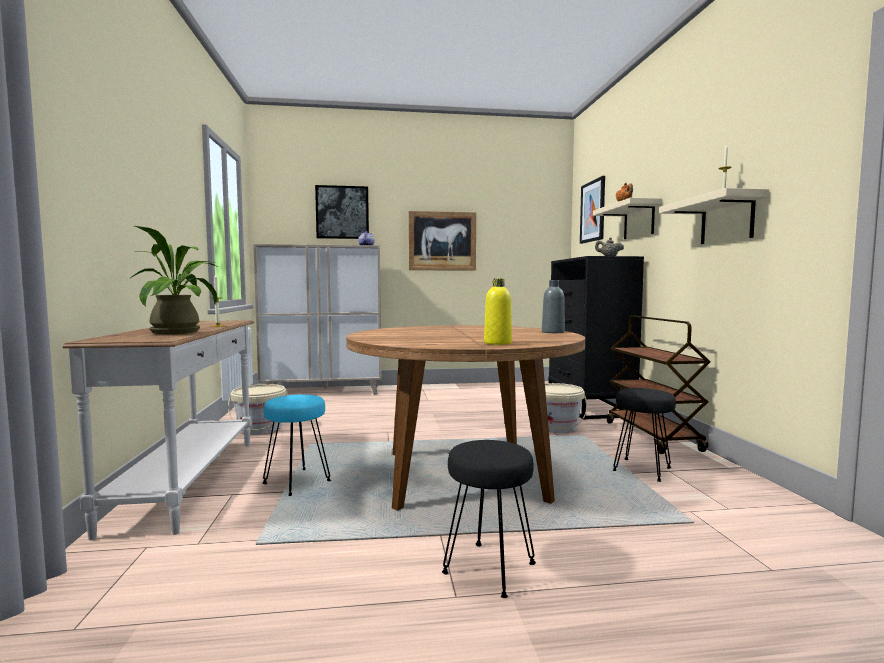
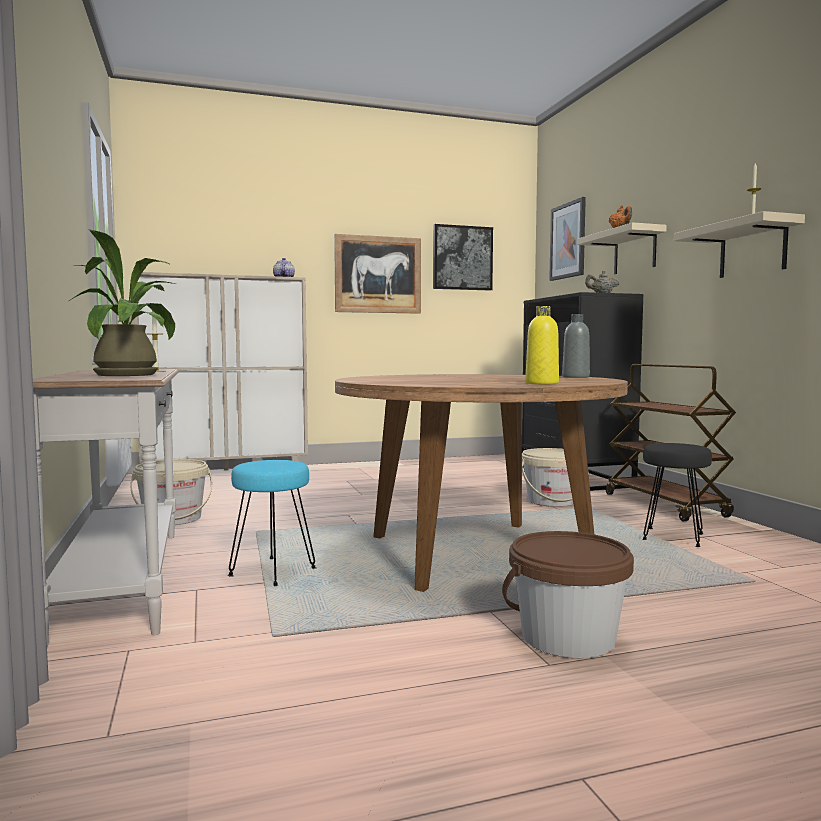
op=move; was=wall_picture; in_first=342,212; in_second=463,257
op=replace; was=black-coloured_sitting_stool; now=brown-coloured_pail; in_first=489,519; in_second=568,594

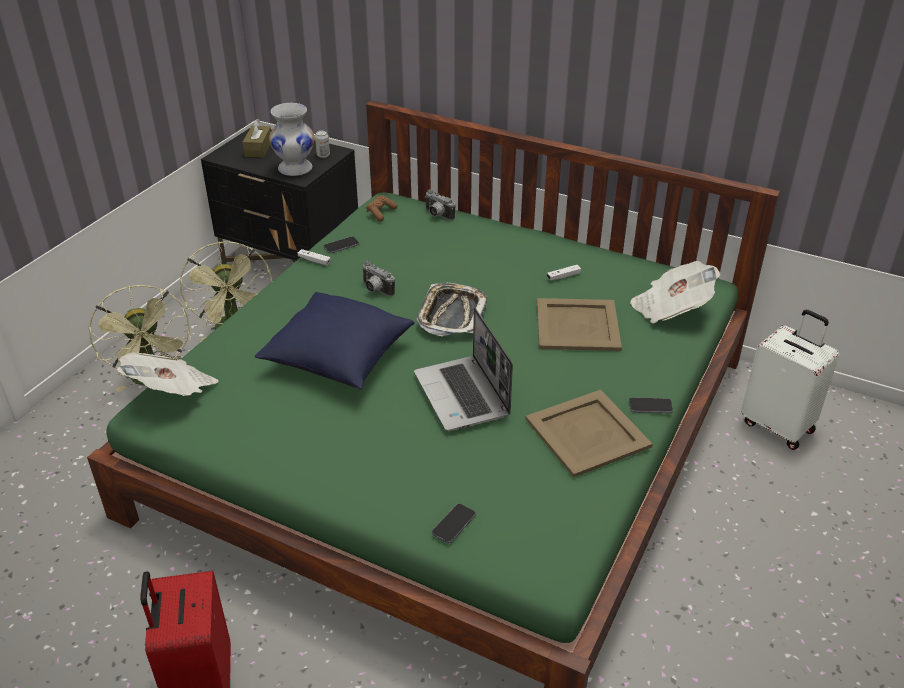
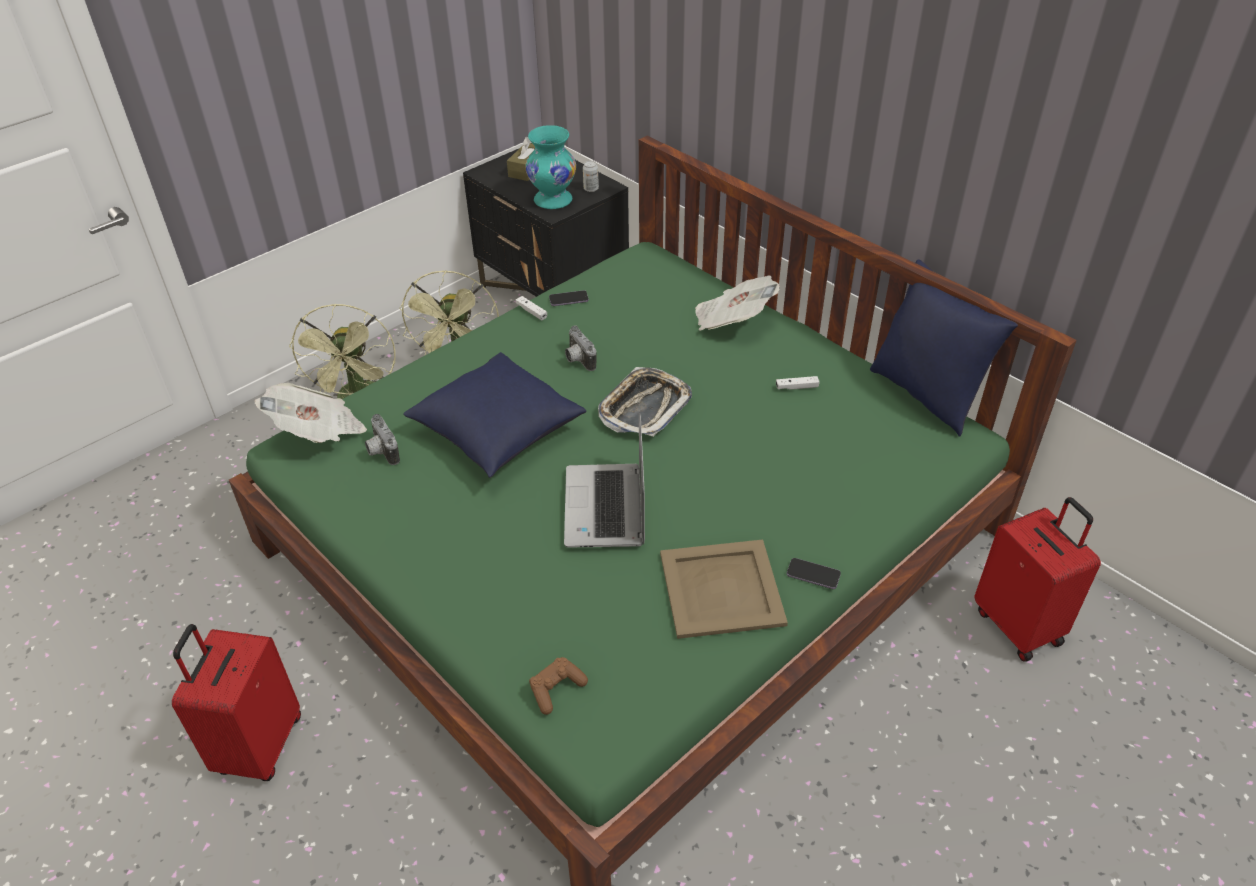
op=delete; was=telephone; in_first=454,523
op=delete; was=beige-coloured_tray; in_first=579,324
op=insert; now=blue-coloured_cushion; in_second=944,348
op=move; was=brown-coloured_joypad; in_first=381,208; in_second=558,686
op=move; was=still_camera; in_first=440,204; in_second=382,439
op=move; was=newspaper; in_first=675,292; in_second=737,303
op=recolor; was=white-coloured_decorative_vase; now=turquoise-coloured_decorative_vase; in_first=292,139; in_second=551,167
op=recolor; was=white-coloured_travel_case; now=reddish_travel_case; in_first=790,380; in_second=1038,579

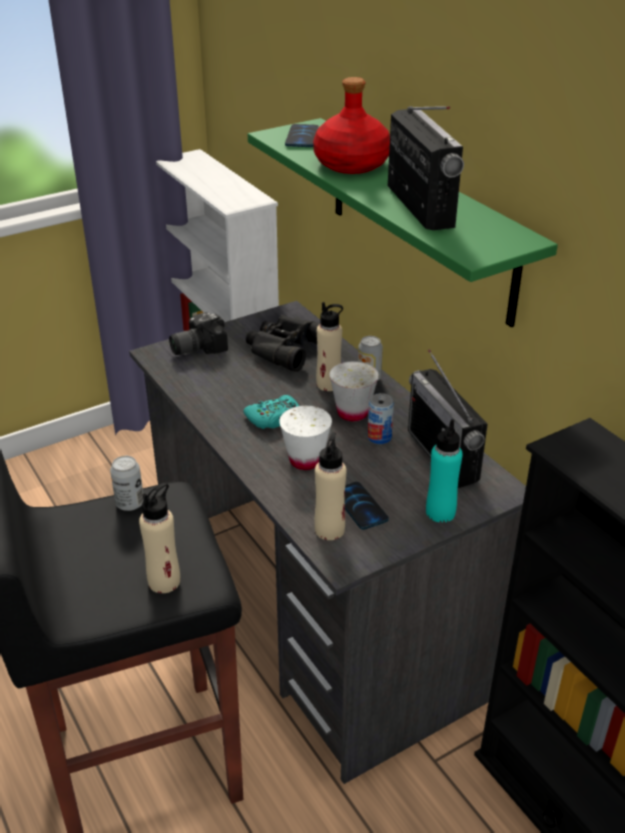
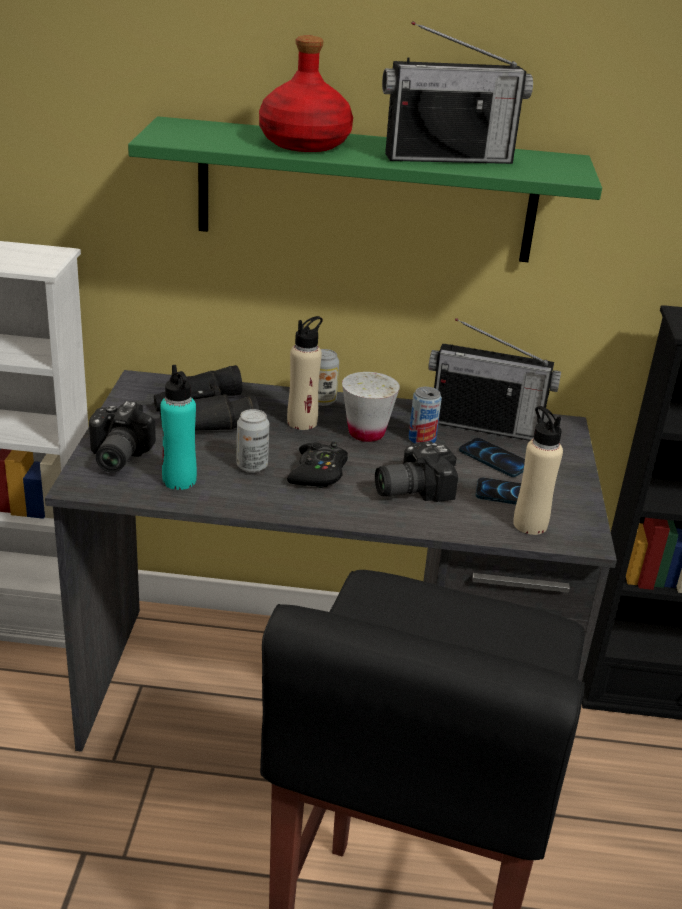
op=delete; was=beige-coloured_drink_bottle; in_first=159,538
op=move; was=metal_can; in_first=127,483; in_second=252,441
op=move; was=telephone; in_first=302,135; in_second=492,457
op=move; was=turquoise-coloured_drink_bottle; in_first=444,471; in_second=178,427
op=replace; was=white-coloured_small_cup; now=still_camera; in_first=305,438; in_second=416,471
op=recolor; was=turquoise-coloured_joypad; now=black-coloured_joypad; in_first=271,412; in_second=317,465
op=rotate; was=radio_set; in_first=426,168; in_second=457,92; clockwise=150

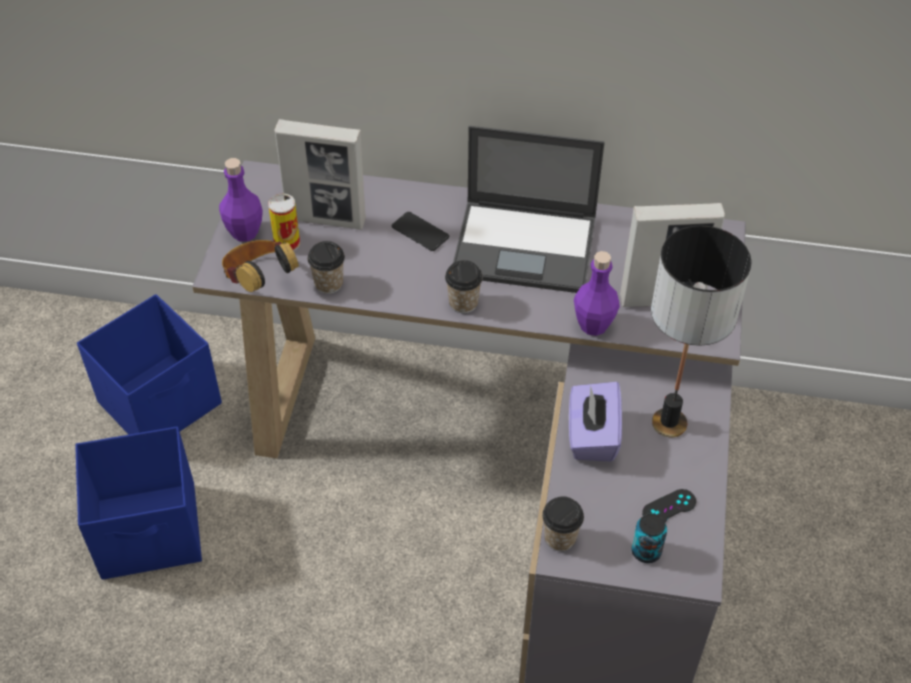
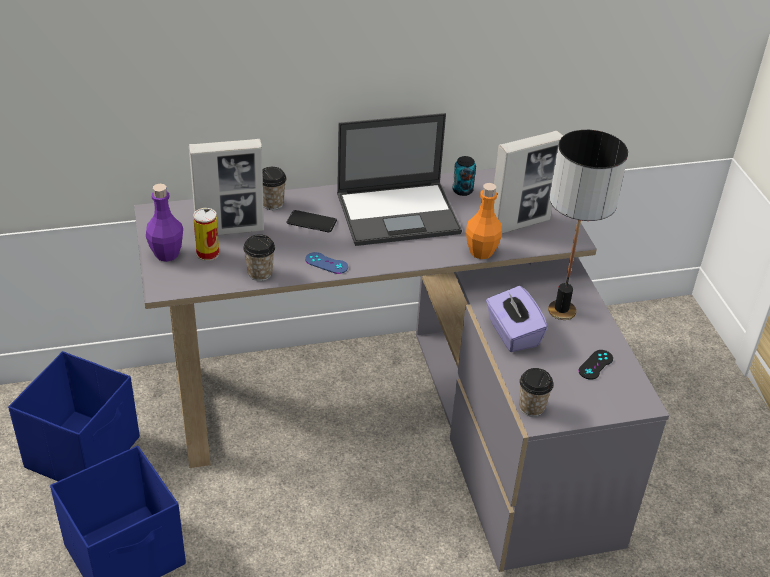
op=delete; was=pair_of_headphones; in_first=260,266
op=insert; now=blue-coloured_joypad; in_second=326,263
op=move; was=small_cup; in_first=464,286; in_second=274,188
op=move; was=metal_can; in_first=649,538; in_second=464,176
op=recolor; was=purple_drink_bottle; now=orange-coloured_drink_bottle; in_first=597,293; in_second=484,221

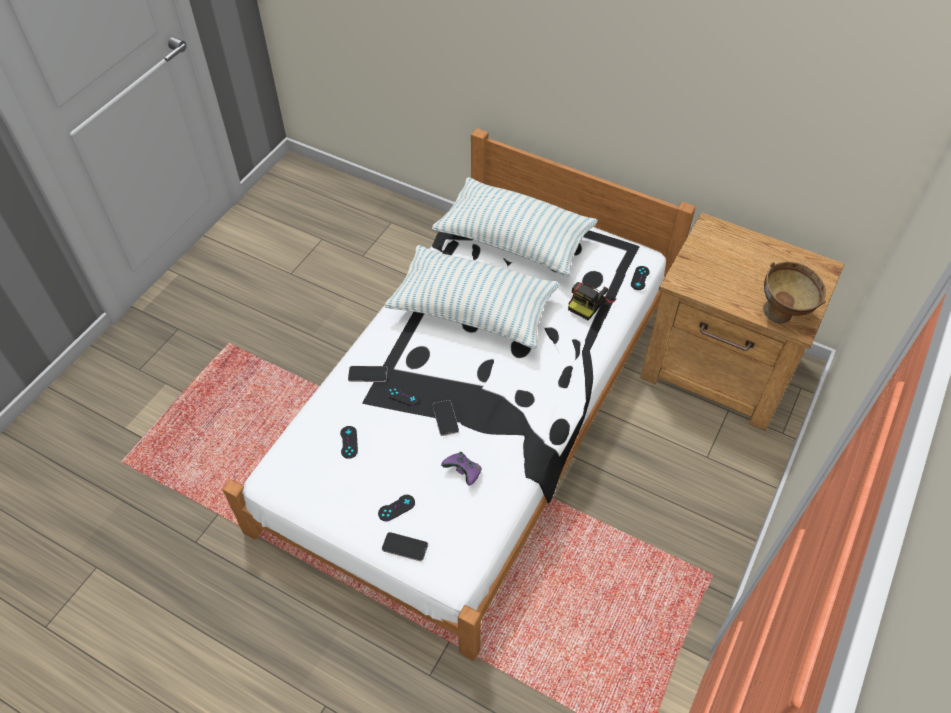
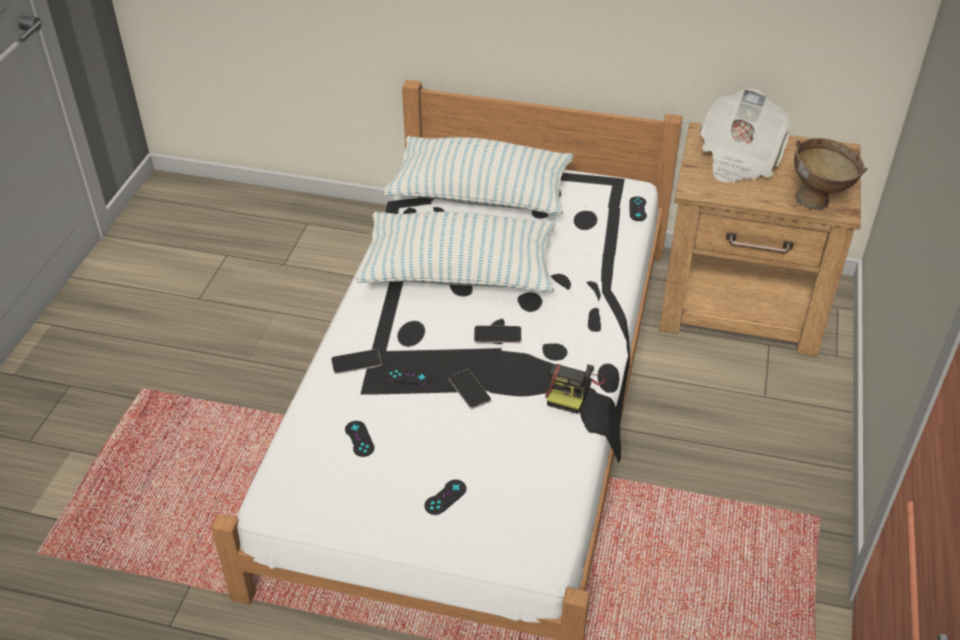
op=delete; was=purple_joypad; in_first=461,468
op=insert; now=newspaper; in_second=746,135
op=move; was=telephone; in_first=405,546; in_second=498,334
op=move; was=still_camera; in_first=592,301; in_second=575,389

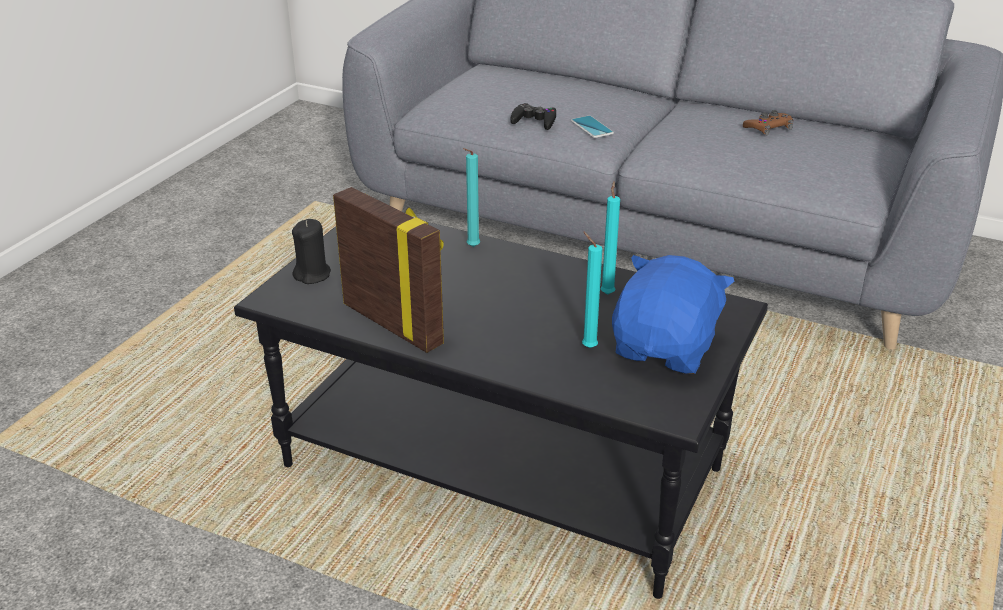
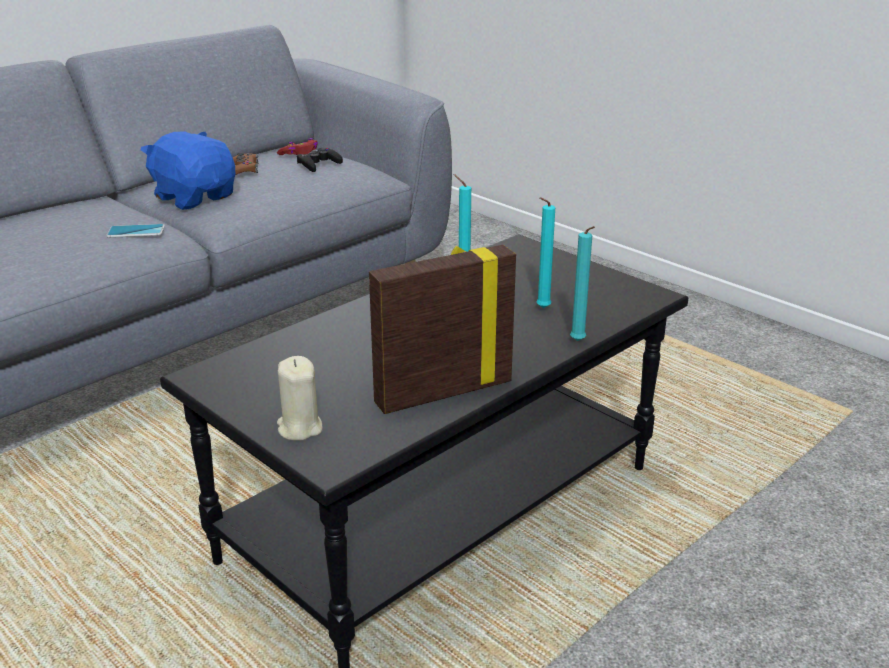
op=insert; now=reddish_joypad; in_second=297,146
op=move; was=turquoise-coloured_candle; in_first=471,197; in_second=582,283
op=move; was=black-coloured_joypad; in_first=533,116; in_second=319,160
op=move; was=blue-coloured_plush_toy; in_first=673,314; in_second=187,171
op=recolor; was=black-coloured_candle; now=beige-coloured_candle; in_first=311,251; in_second=299,398

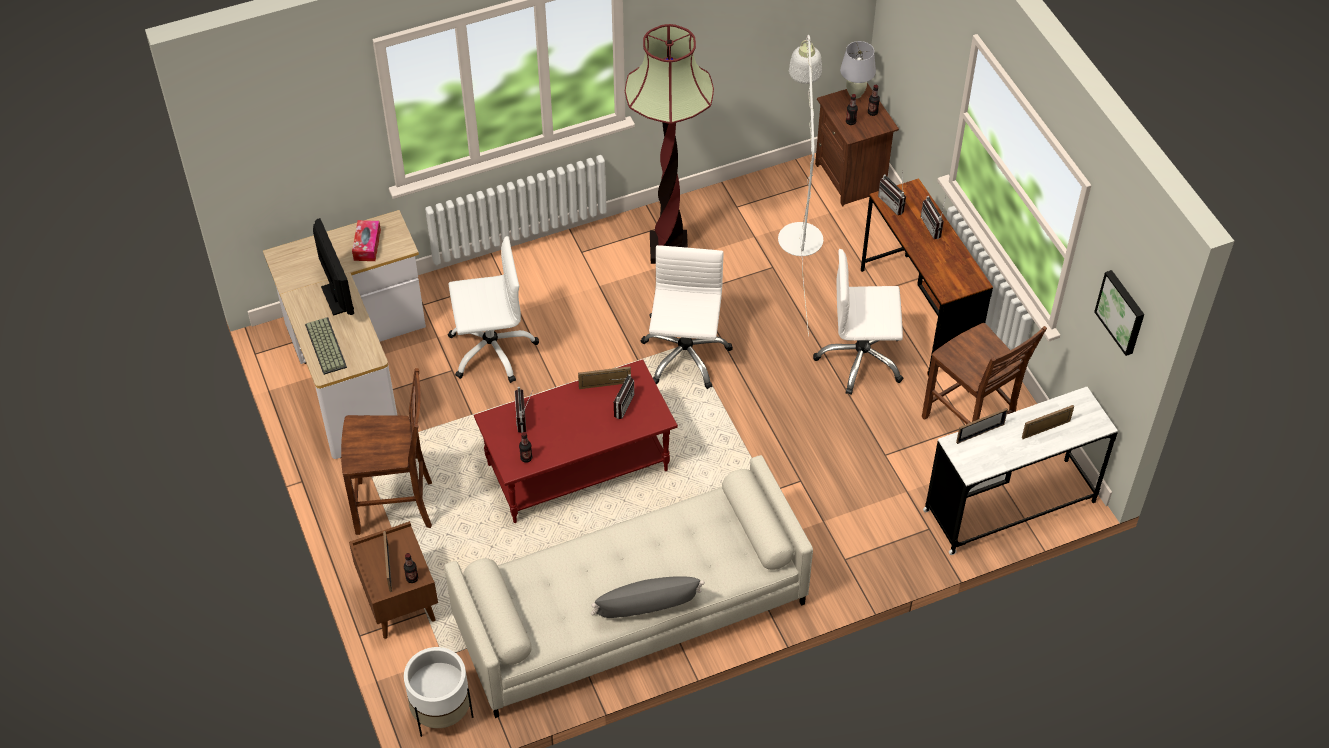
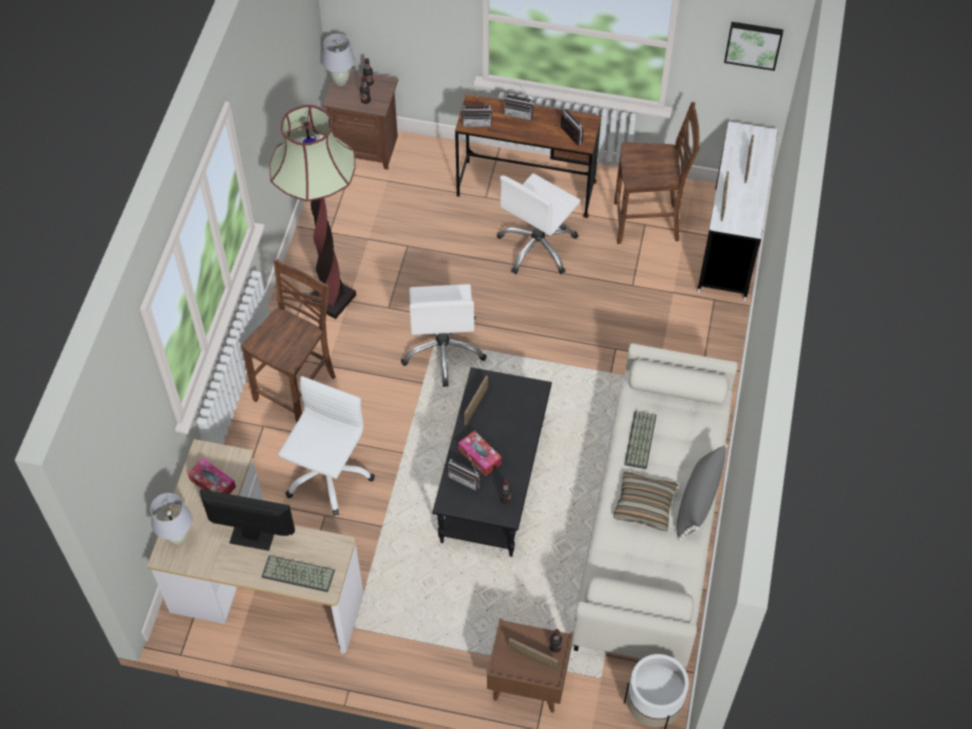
op=delete; was=white-coloured_floor_lamp; in_first=800,185
op=insert; now=white-coloured_lamp_for_a_table; in_second=171,518
op=insert; now=box_of_tissues; in_second=479,453
op=insert; now=cushion; in_second=646,501
op=insert; now=computer_keyboard; in_second=640,440
op=move; was=brown-coloured_upright_chair; in_first=386,451; in_second=288,340
op=move; was=radio_set; in_first=622,396; in_second=572,126
op=recolor; was=reddish_lounge_table; now=black-coloured_lounge_table; in_first=576,441; in_second=492,462
op=rotate; was=white-coloured_office_chair; in_first=687,317; in_second=444,335; clockwise=-135

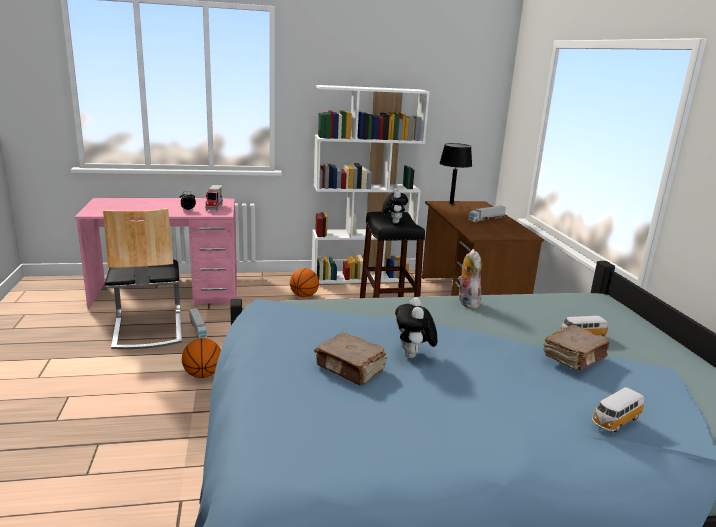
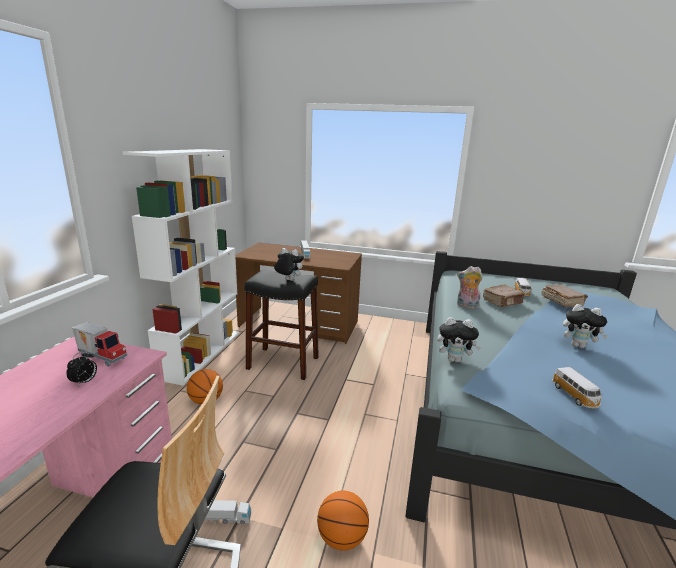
op=delete; was=black-coloured_lamp_for_a_table; in_first=456,173
op=insert; now=plush_toy; in_second=459,340
op=move; was=brown-coloured_volume; in_first=350,359; in_second=503,295
op=move; was=model_car; in_first=618,410; in_second=577,388

